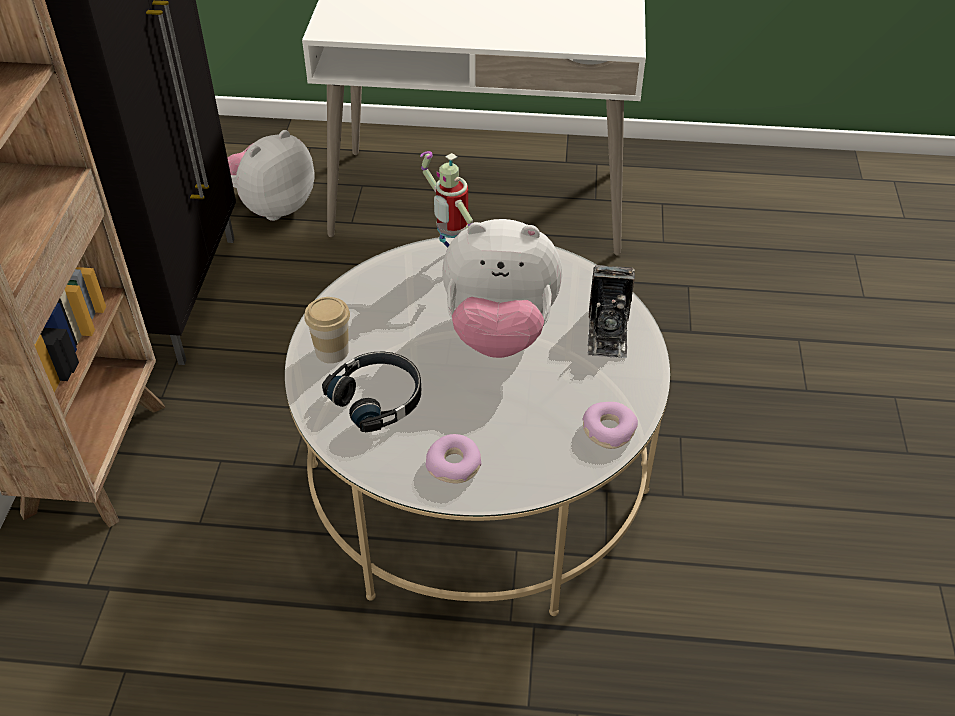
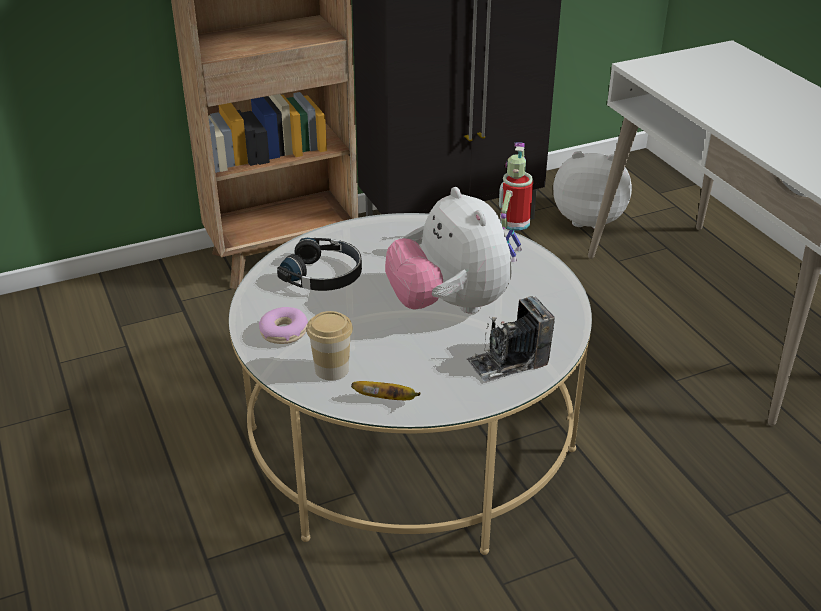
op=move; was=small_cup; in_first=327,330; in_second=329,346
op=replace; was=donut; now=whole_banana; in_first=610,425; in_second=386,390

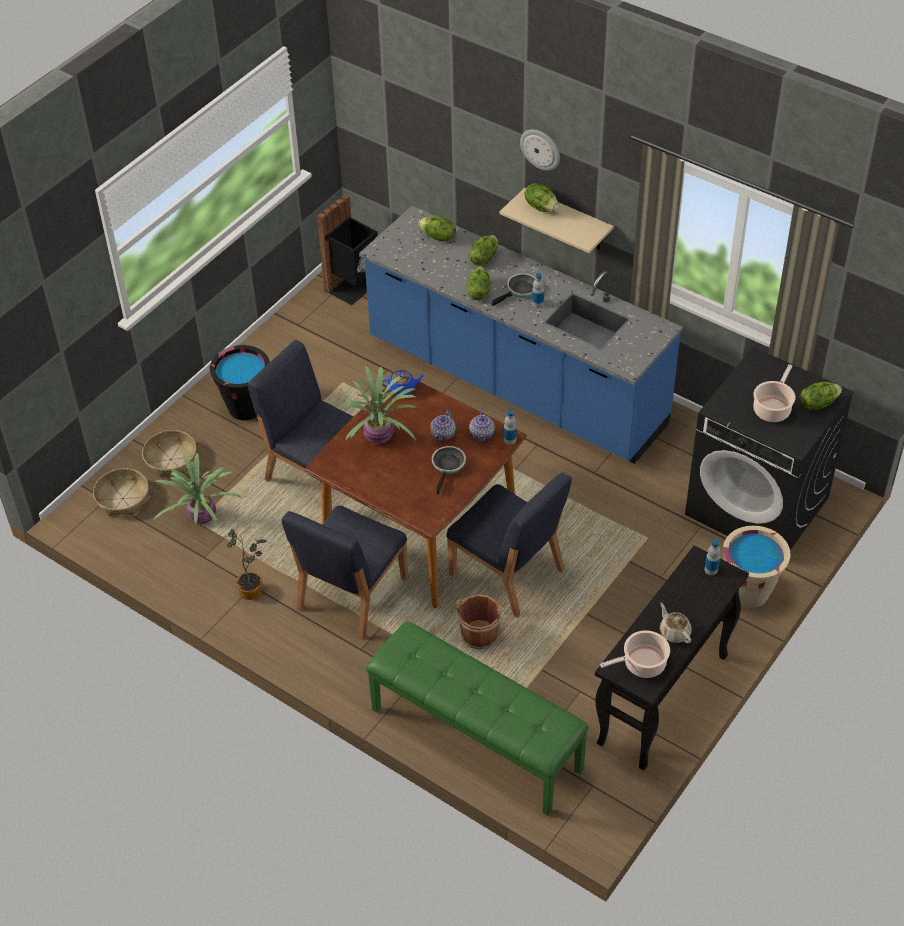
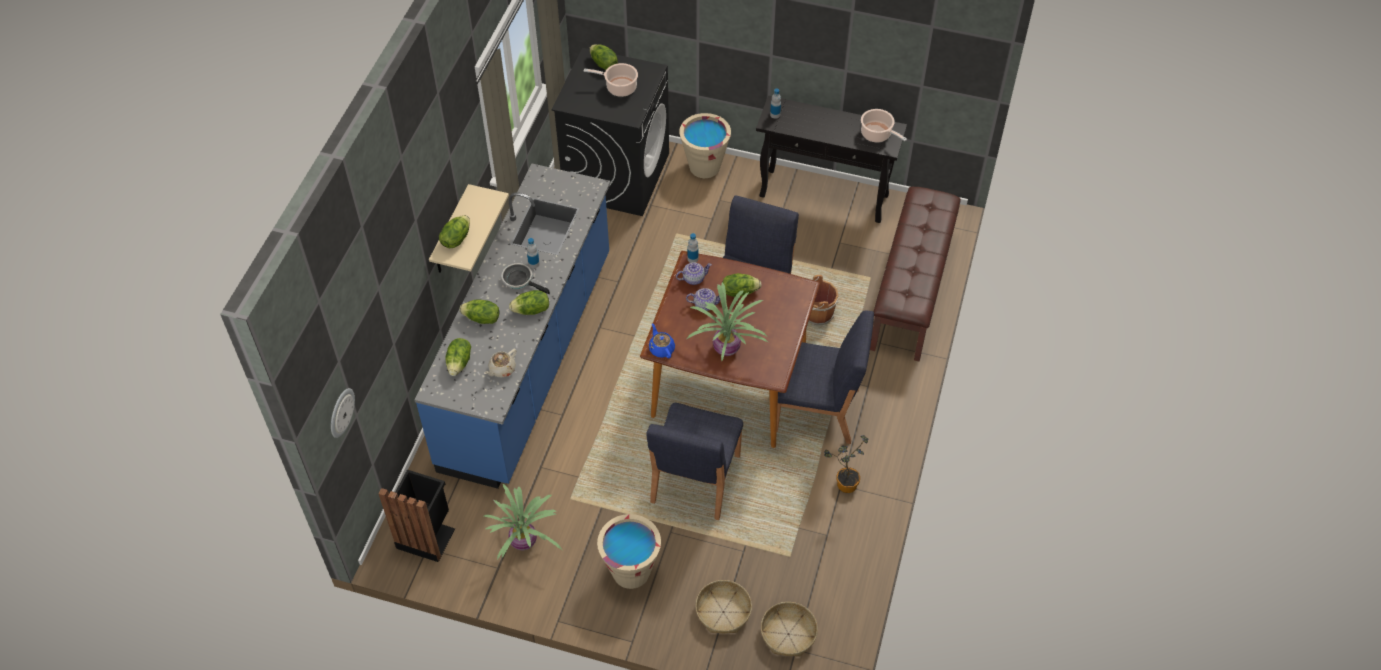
op=move; was=plant_in_a_pot; in_first=198,489; in_second=523,522
op=move; was=wall_clock; in_first=540,150; in_second=343,413
op=move; was=beige-coloured_tea_pot; in_first=676,623; in_second=500,363
op=replace; was=pan; now=lettuce; in_first=449,470; in_second=742,285
op=recolor; was=black-coloured_pail; now=beige-coloured_pail; in_first=240,382; in_second=629,551
op=recolor; was=green-coloured_indoor_bench; now=brown-coloured_indoor_bench; in_first=477,719; in_second=915,274

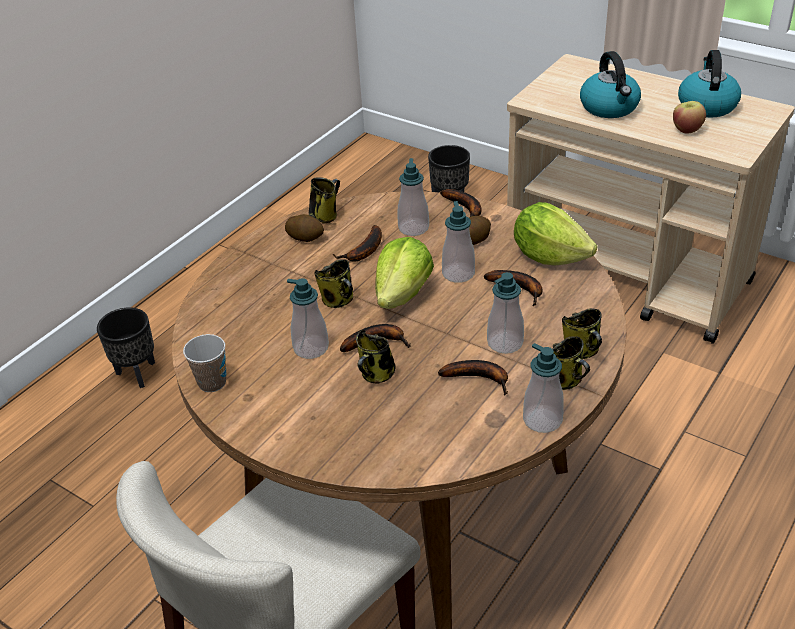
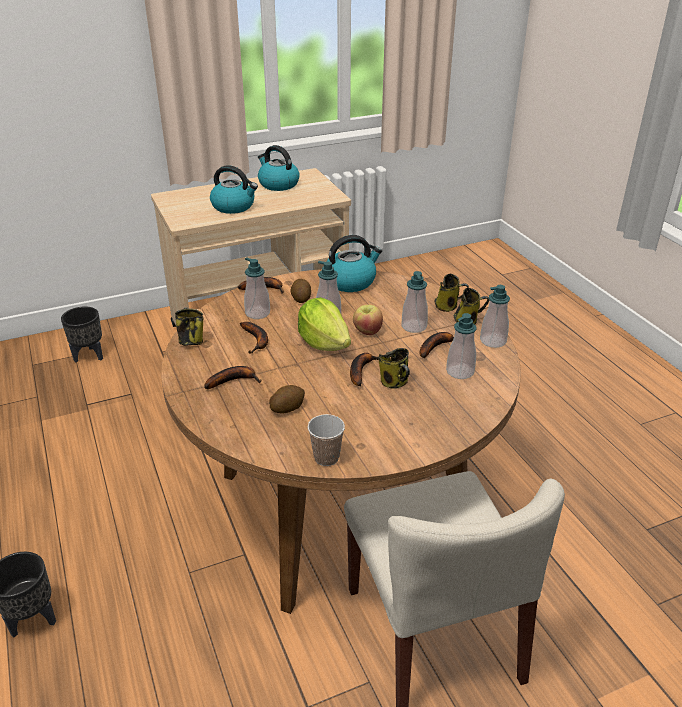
op=delete; was=mug; in_first=334,283
op=move; was=potato; in_first=304,228; in_second=287,399
op=move; was=liquid_soap_bottle; in_first=308,318; in_second=461,346
op=move; was=whole_banana; in_first=513,288; in_second=232,377
op=move; was=apple_fruit; in_first=689,117; in_second=368,319
op=replace; was=lettuce; now=tea_kettle; in_first=556,233; in_second=354,263

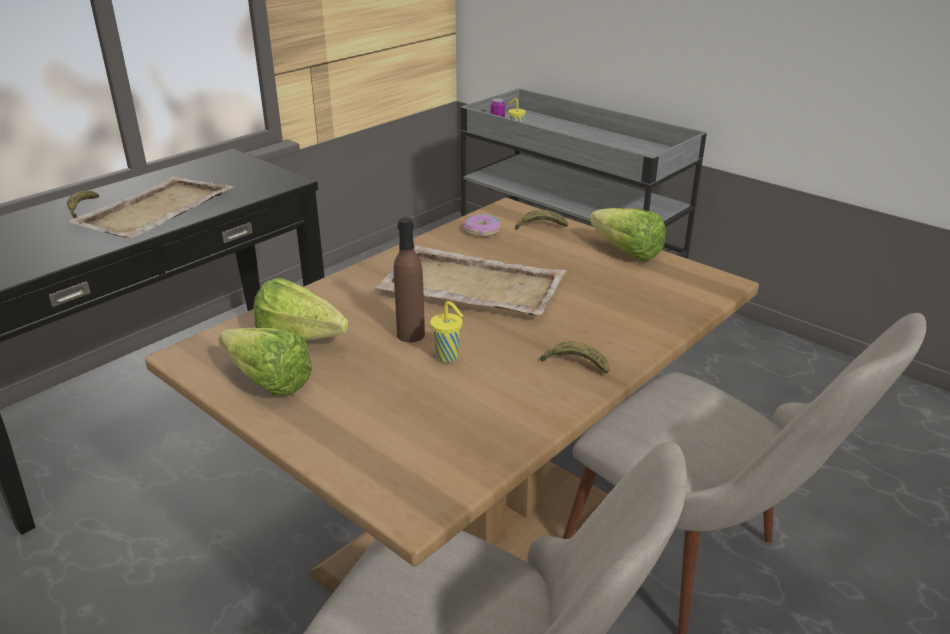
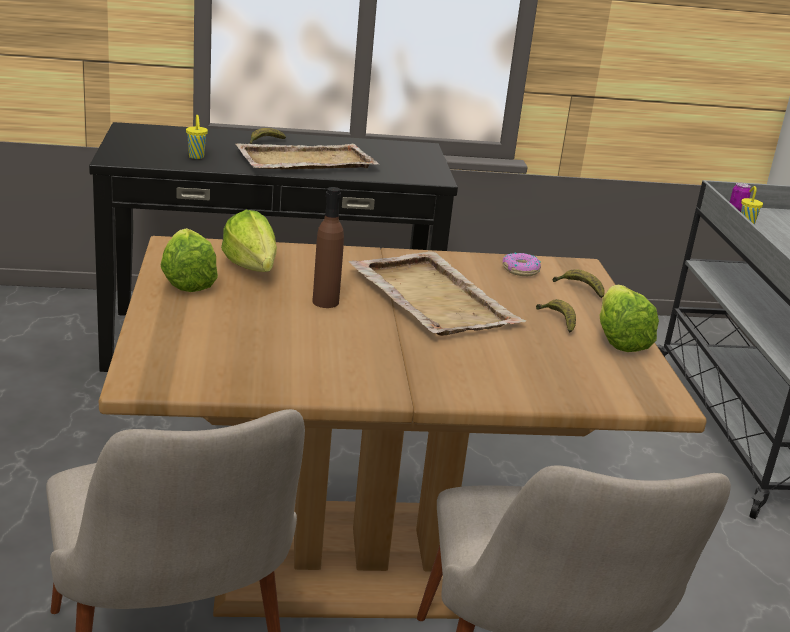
op=move; was=yellowish_small_cup; in_first=446,332; in_second=197,137
op=move; was=whole_banana; in_first=575,358; in_second=556,316

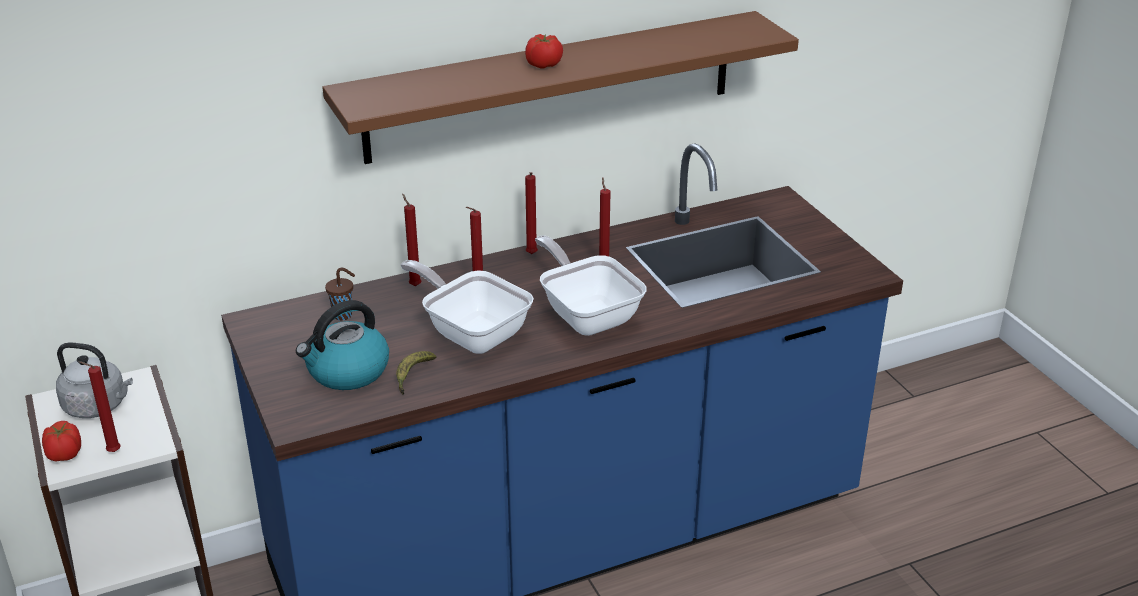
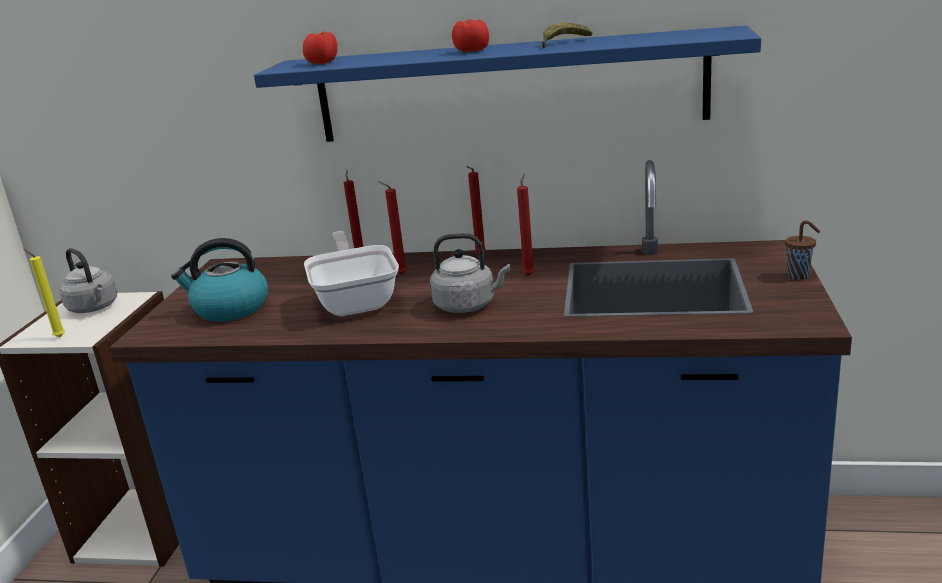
op=move; was=fresh_tomato; in_first=61,441; in_second=320,47
op=move; was=brown-coloured_small_cup; in_first=340,294; in_second=802,250
op=move; was=whole_banana; in_first=416,373; in_second=566,35
op=replace; was=pan; now=grey_tea_kettle; in_first=591,285; in_second=470,273
op=recolor; was=reddish_candle; now=yellowish_candle; in_first=100,406; in_second=44,293
op=recolor; was=brown-coloured_shelf; now=blue-coloured_shelf; in_first=560,87; in_second=507,83

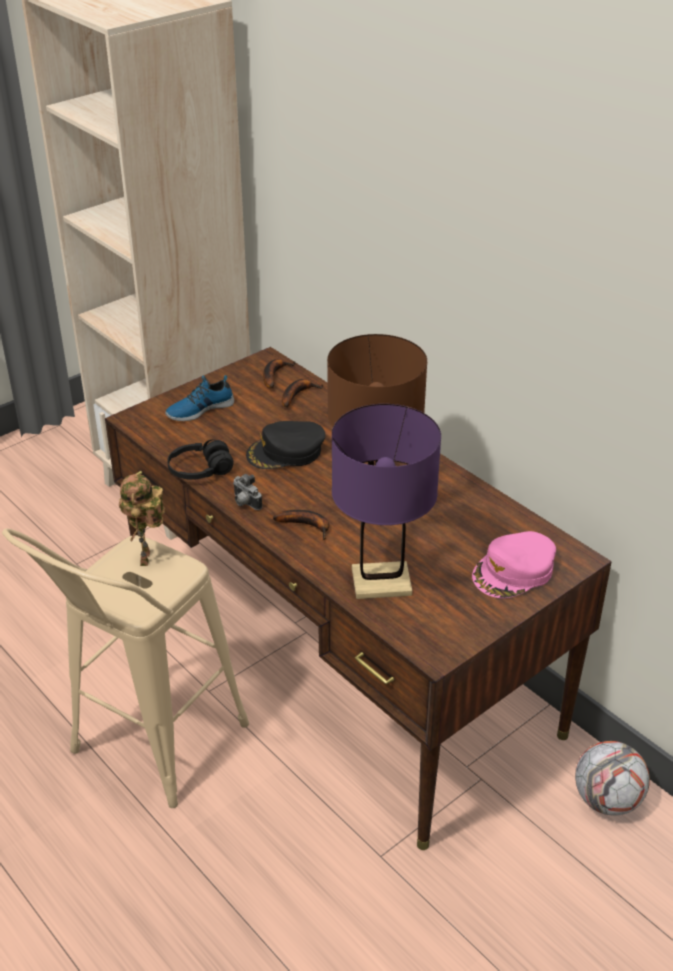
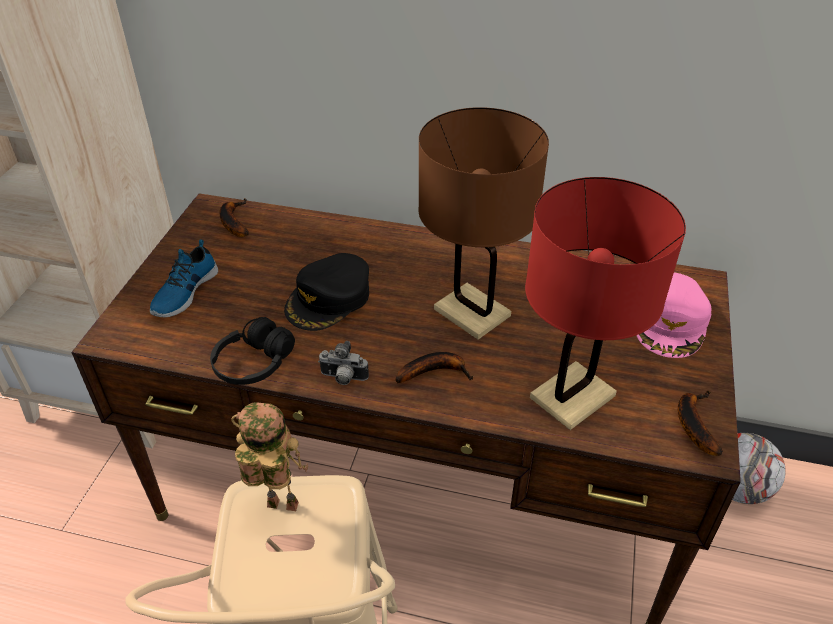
op=move; was=whole_banana; in_first=303,393; in_second=700,423
op=recolor; was=purple_lamp_for_a_table; now=reddish_lamp_for_a_table; in_first=386,501; in_second=605,303
op=rotate; was=robot_figure; in_first=142,520; in_second=269,456; clockwise=135

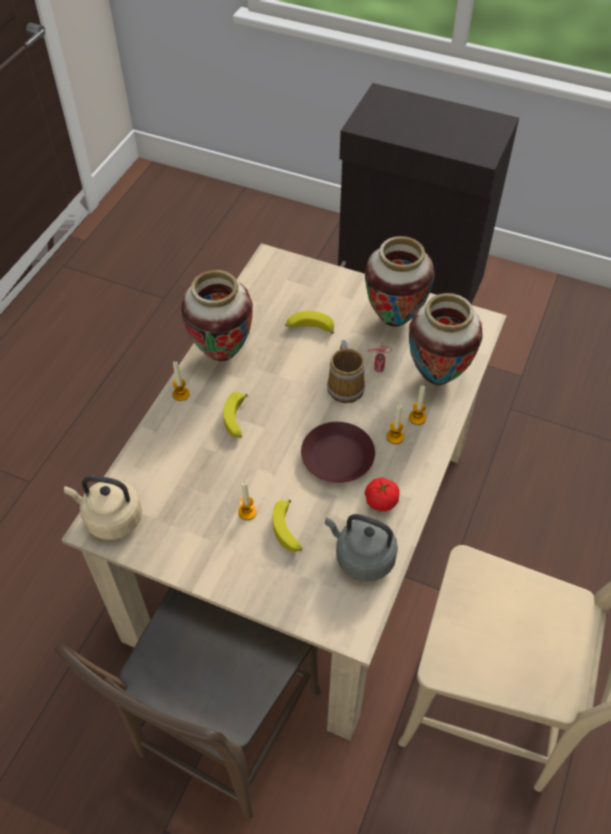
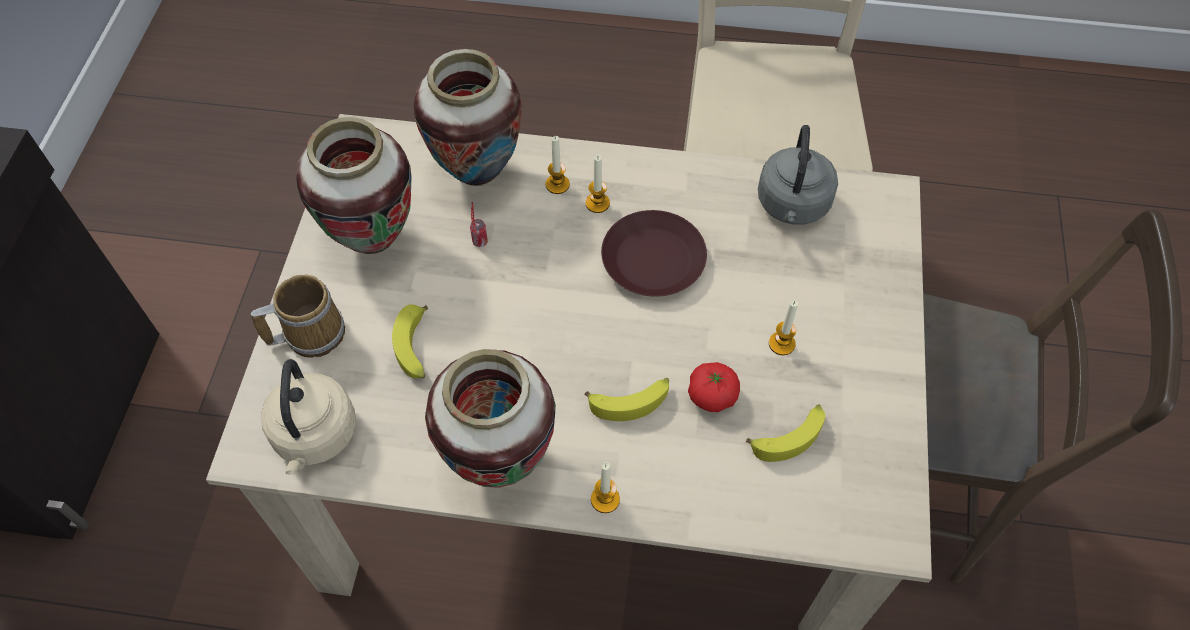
op=move; was=beige-coloured_tea_kettle; in_first=103,508; in_second=308,417
op=move; was=whole_banana; in_first=287,525; in_second=785,433
op=move; was=mug; in_first=346,371; in_second=298,316
op=move; was=fresh_tomato; in_first=382,494; in_second=714,387

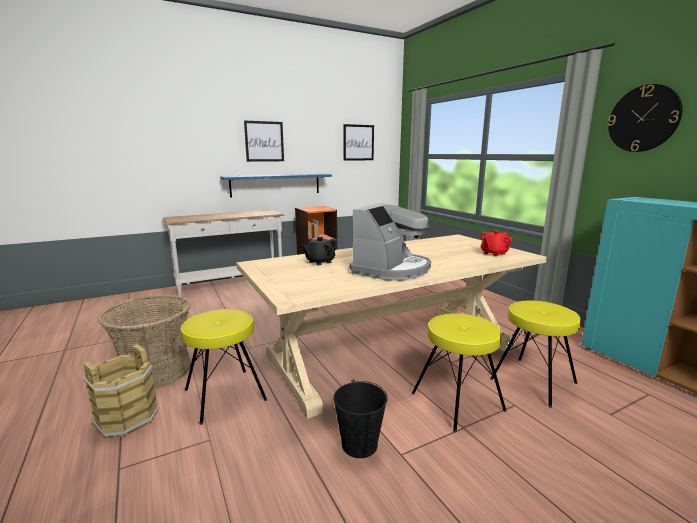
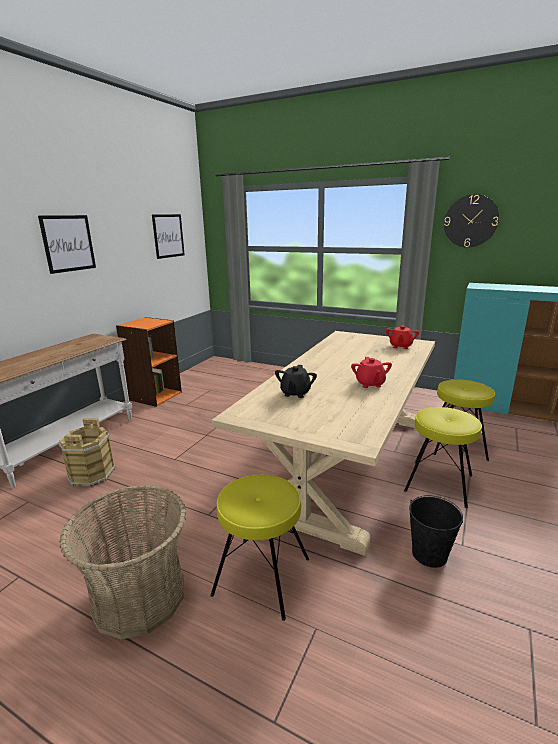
op=delete; was=blue-coloured_shelf; in_first=276,186
op=move; was=brown-coloured_pail; in_first=121,391; in_second=87,452
op=replace; was=coffee_maker; now=reddish_tea_pot; in_first=390,242; in_second=371,372

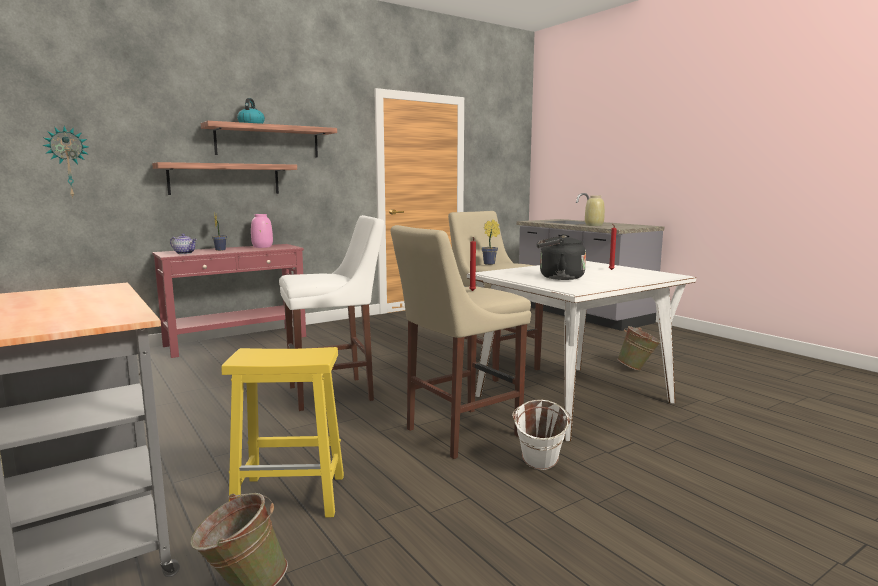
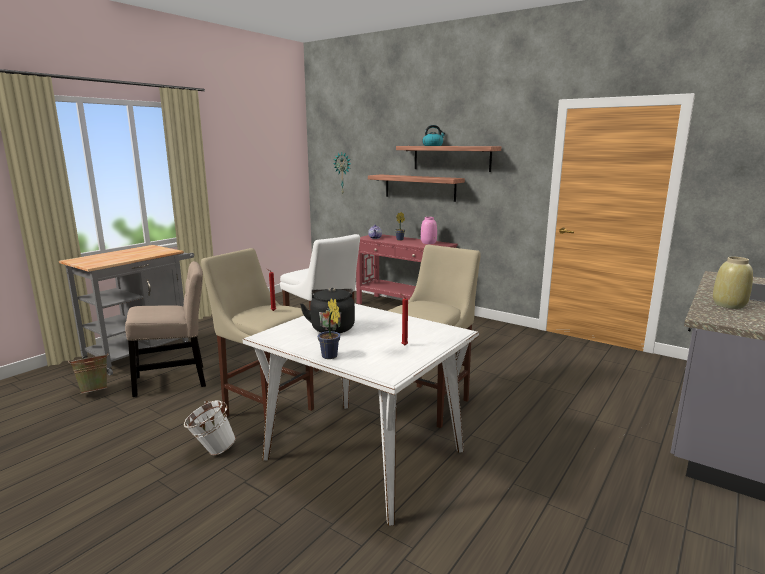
op=delete; was=green-coloured_pail; in_first=639,348
op=move; was=plant_in_a_pot; in_first=490,242; in_second=329,329
op=replace; was=yellowish_sitting_stool; now=beige-coloured_upright_chair; in_first=282,432; in_second=165,329

